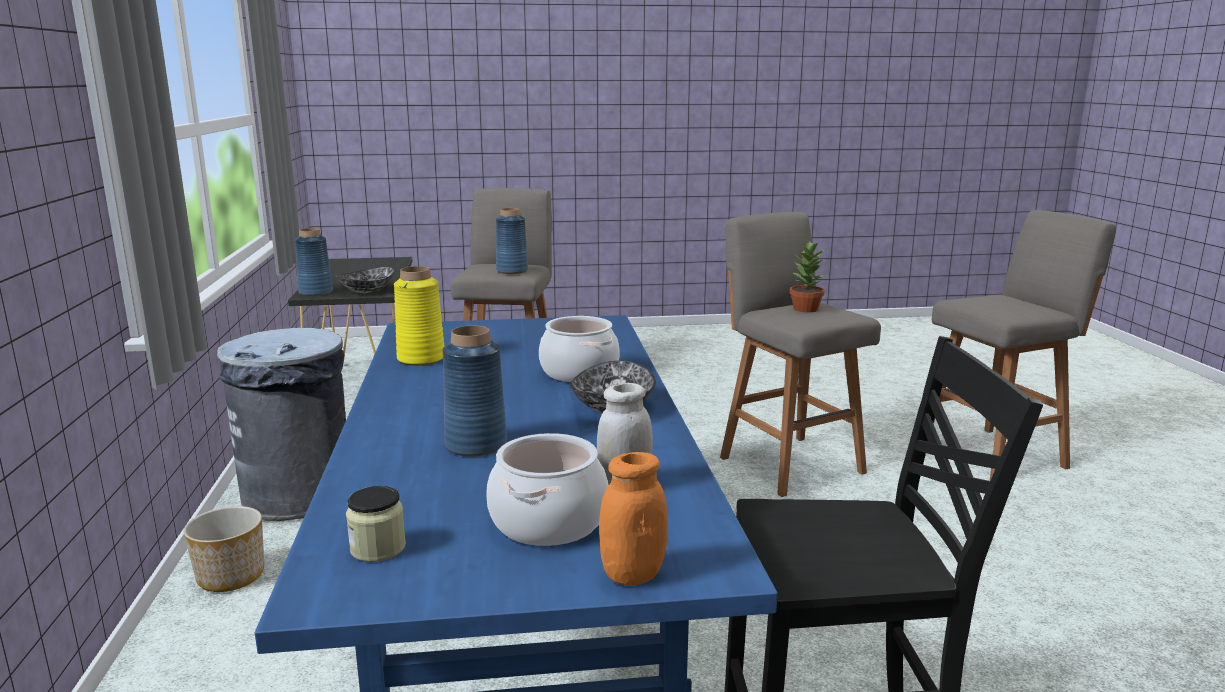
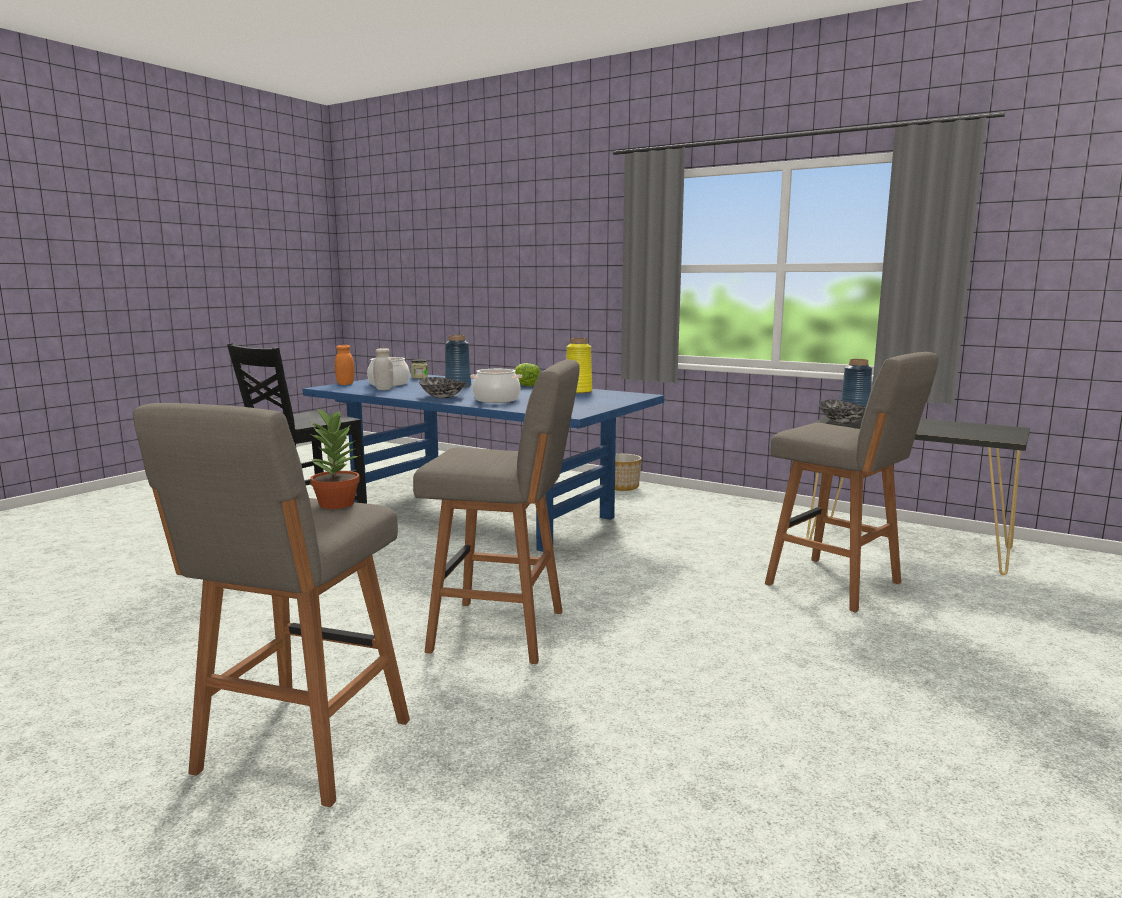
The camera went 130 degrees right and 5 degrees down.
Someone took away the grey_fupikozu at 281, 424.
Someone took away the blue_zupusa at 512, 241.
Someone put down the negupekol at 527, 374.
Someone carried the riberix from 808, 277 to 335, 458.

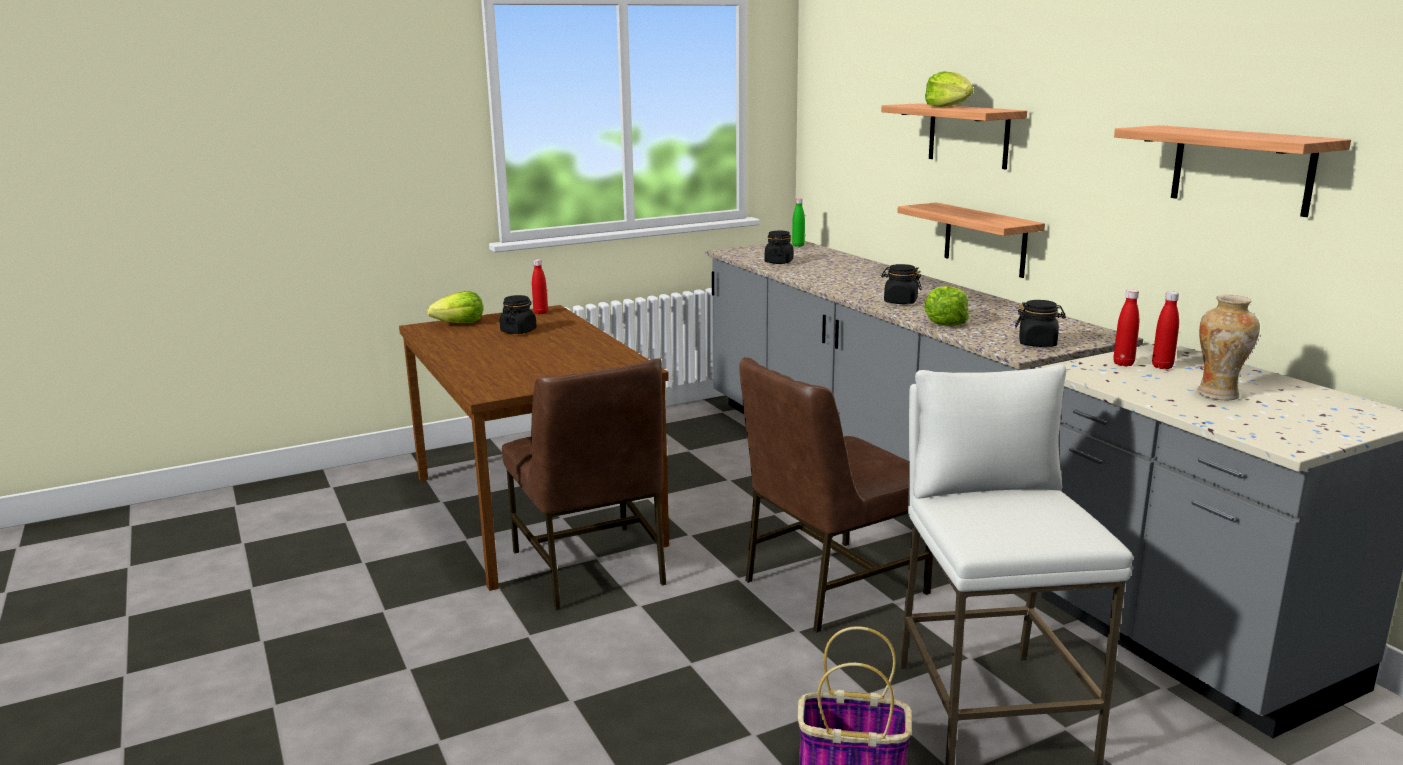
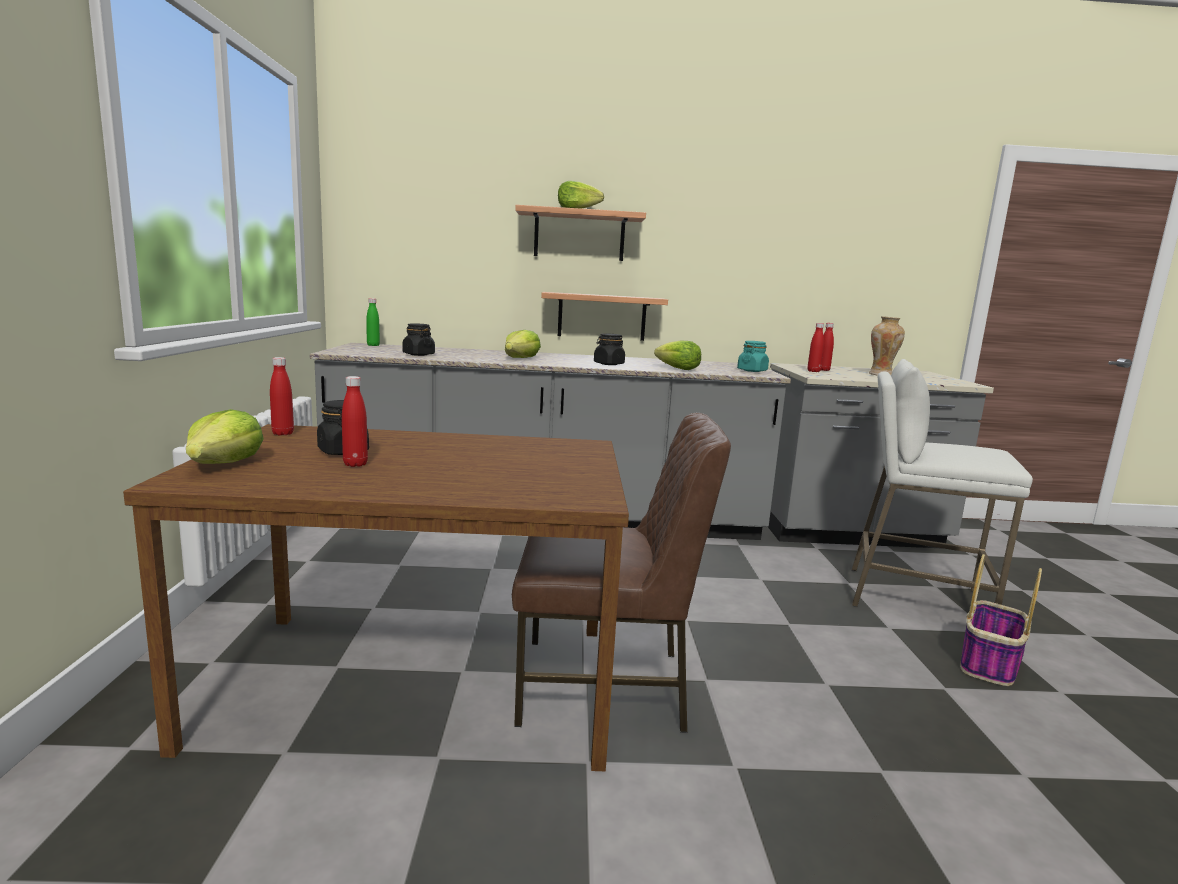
The camera went 65 degrees left and 5 degrees down.
Someone took away the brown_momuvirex at 836, 495.
Someone took away the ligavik at 1232, 171.
Someone put down the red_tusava at 355, 421.
Someone put down the negupekol at 523, 344.
Someone repainted the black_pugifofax at 1040, 323, which became the turquoise_pugifofax at 753, 356.

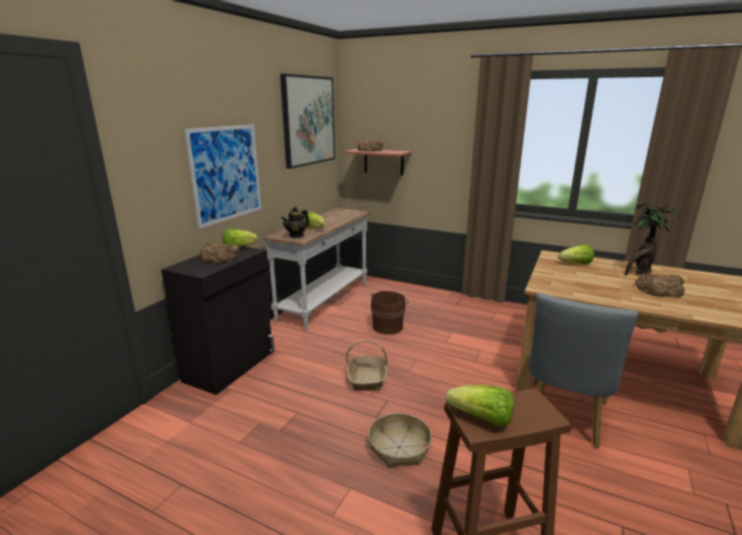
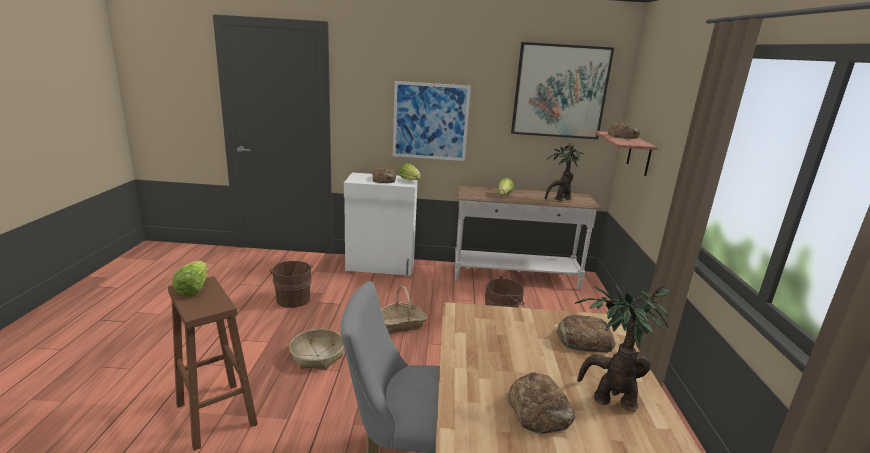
The camera went 65 degrees right and 0 degrees up.
Someone took away the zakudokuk at 295, 222.
Someone put down the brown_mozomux at 291, 284.
Someone put down the riberix at 564, 172.
Someone swapped the negupekol at 576, 254 for the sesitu at 586, 334.
Someone repainted the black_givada at 218, 320, which became the white_givada at 381, 224.

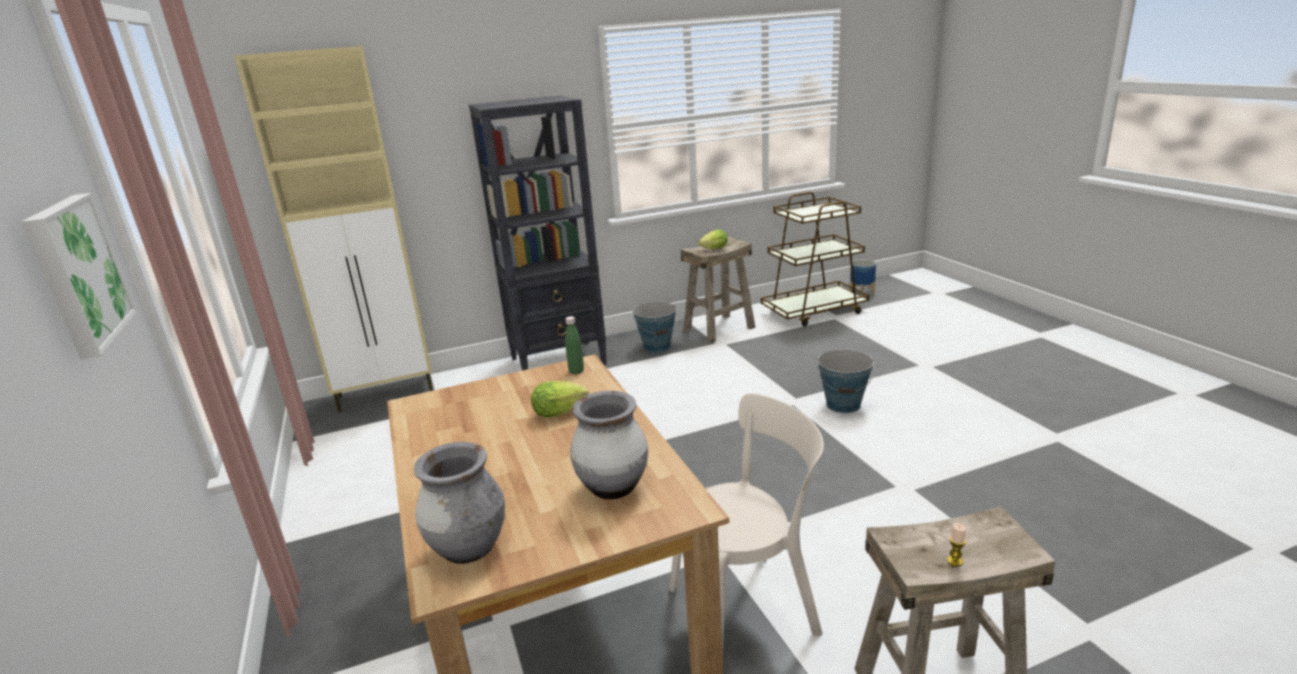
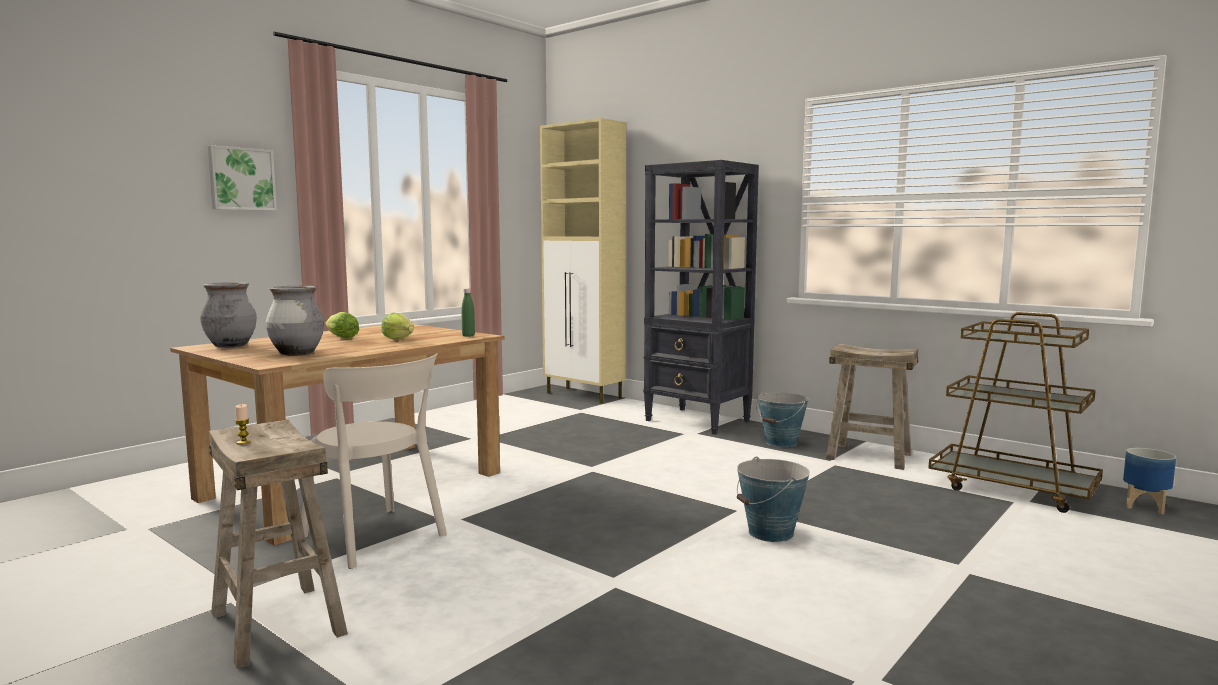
The camera went 60 degrees right and 15 degrees down.
Someone carried the negupekol from 713, 239 to 342, 325.

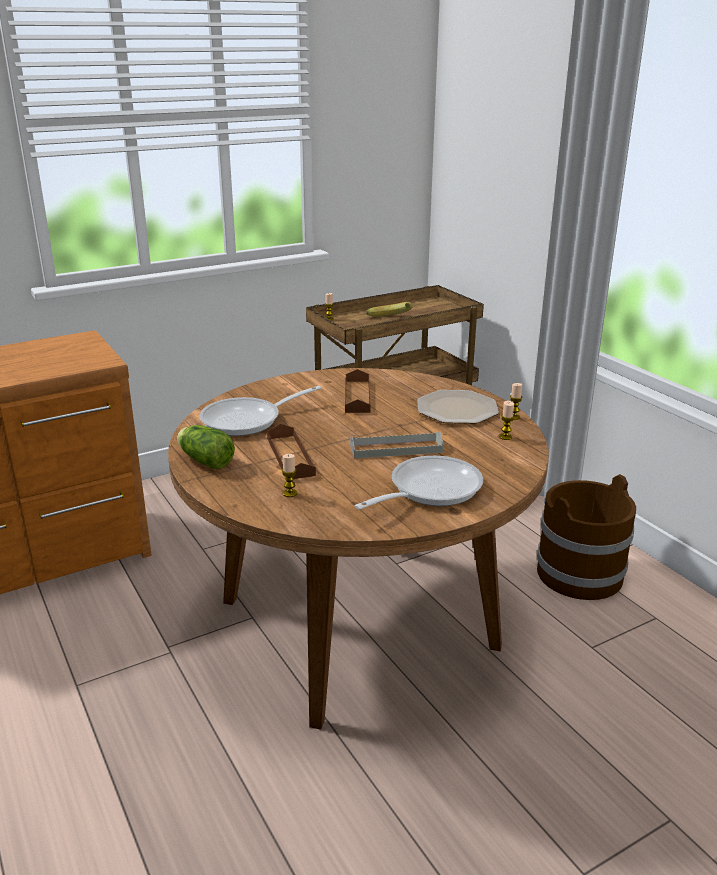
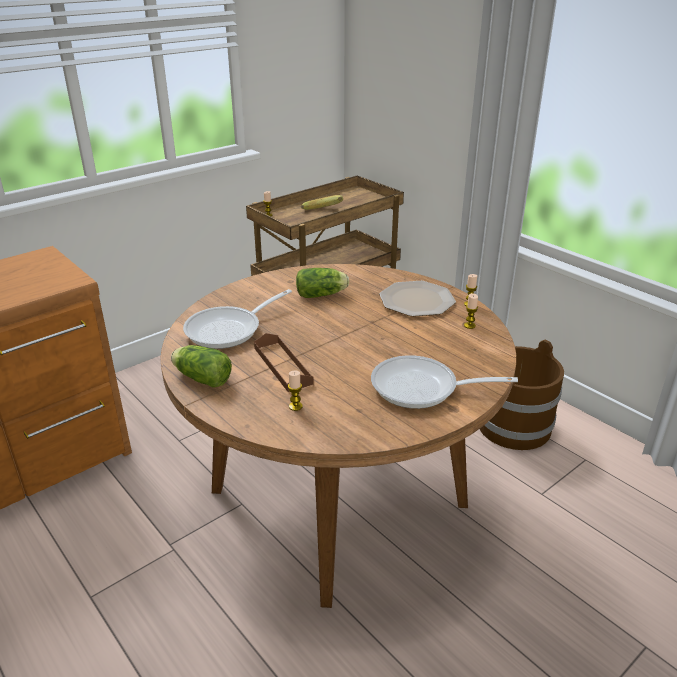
The camera went 10 degrees left and 5 degrees up.
Someone took away the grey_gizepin at 396, 445.
Someone swapped the brown_gizepin at 358, 391 for the negupekol at 322, 283.
Someone rotated the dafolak at 419, 483 by 120 degrees counterclockwise.

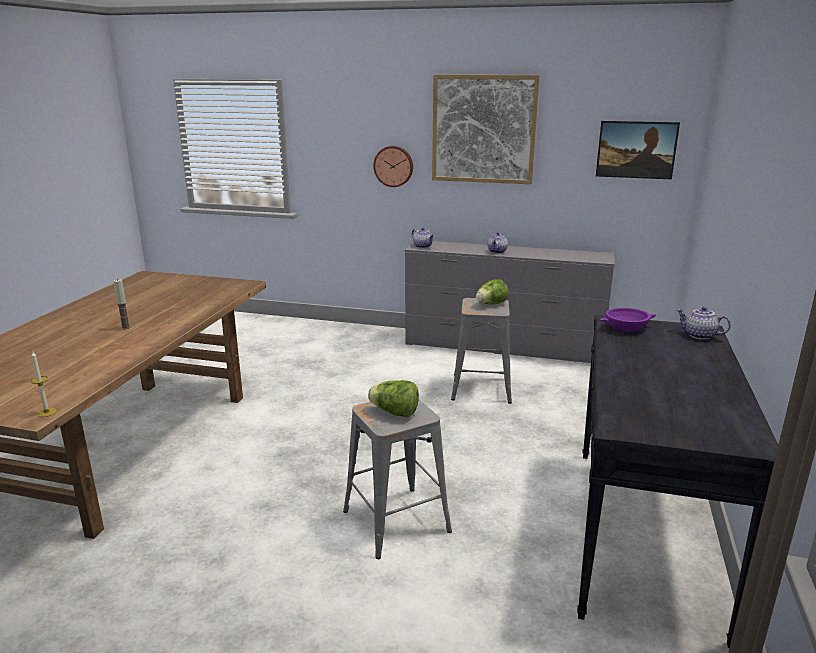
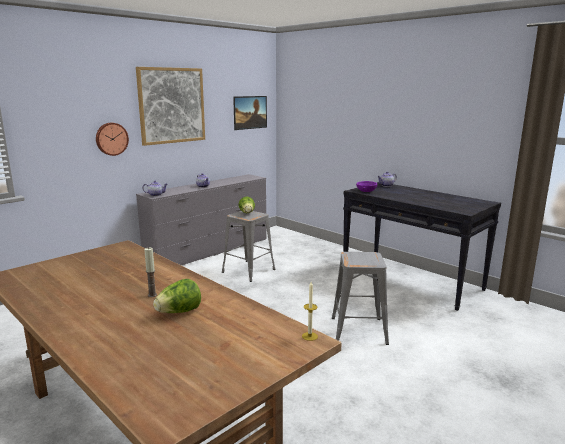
The camera went 60 degrees left and 5 degrees down.
Someone carried the negupekol from 393, 398 to 177, 296.

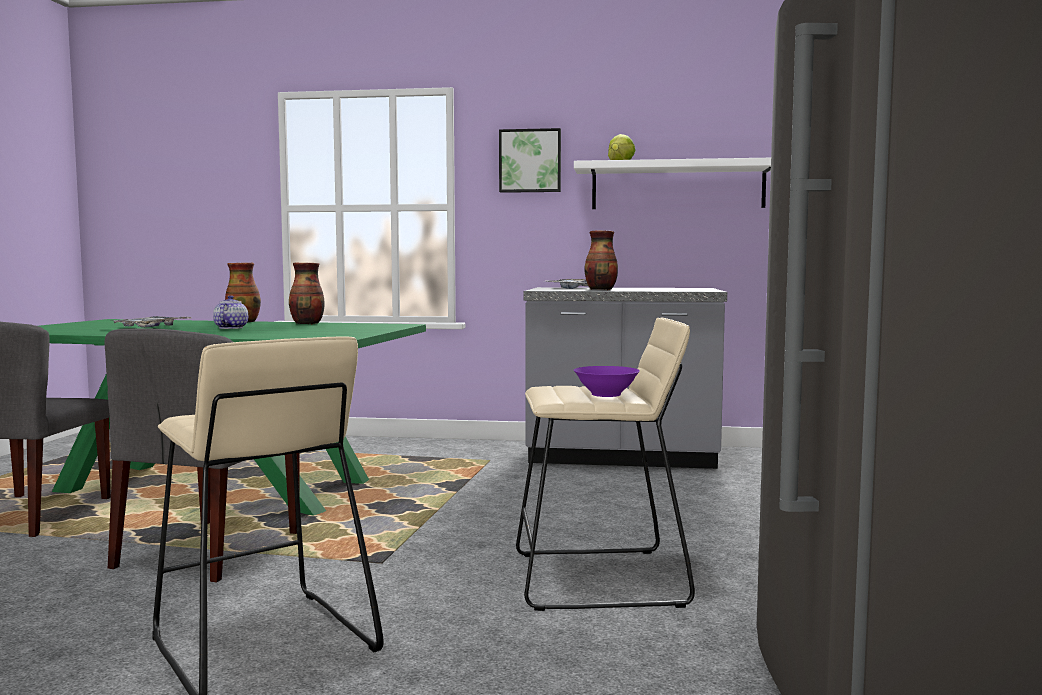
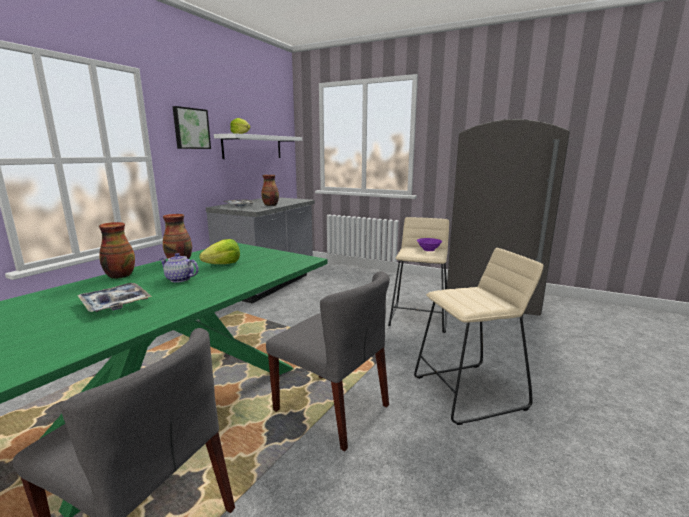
The camera went 70 degrees left and 10 degrees up.
Someone put down the negupekol at 219, 251.

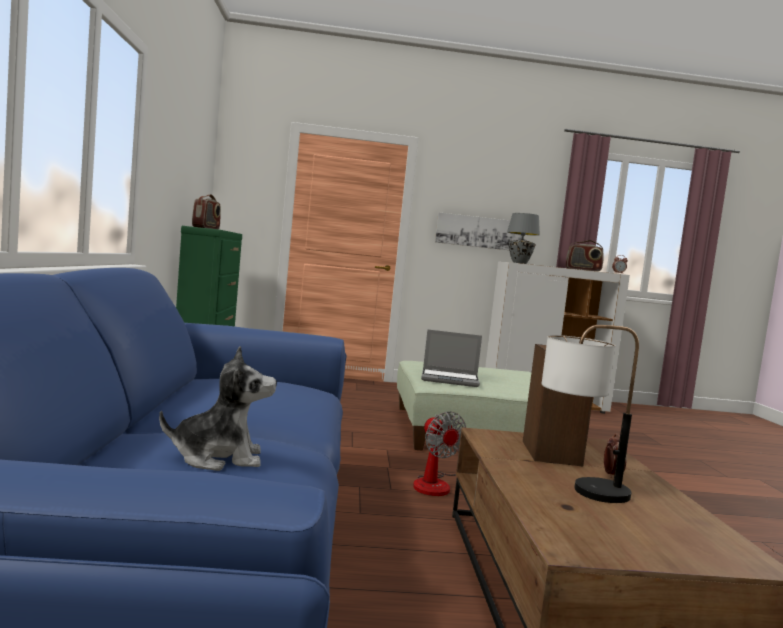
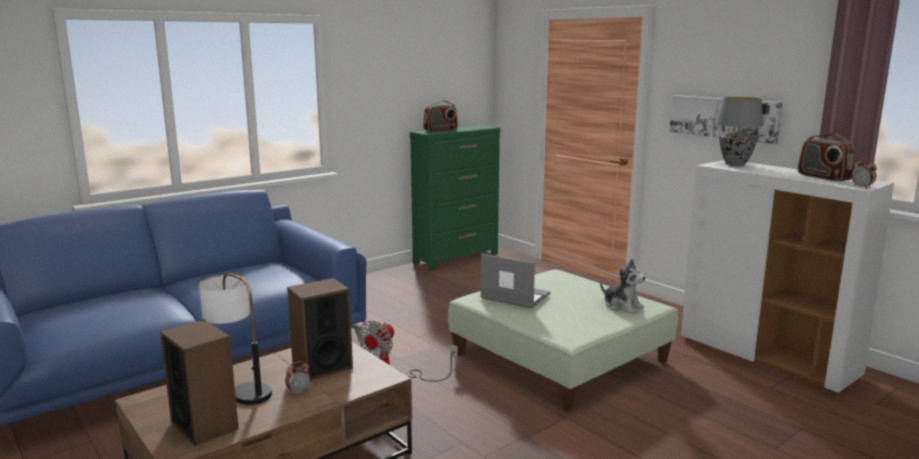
The camera went 55 degrees right and 10 degrees up.
Someone put down the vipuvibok at 199, 382.
Someone carried the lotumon from 218, 408 to 622, 286.
Someone rotated the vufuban at 451, 358 by 150 degrees clockwise.

